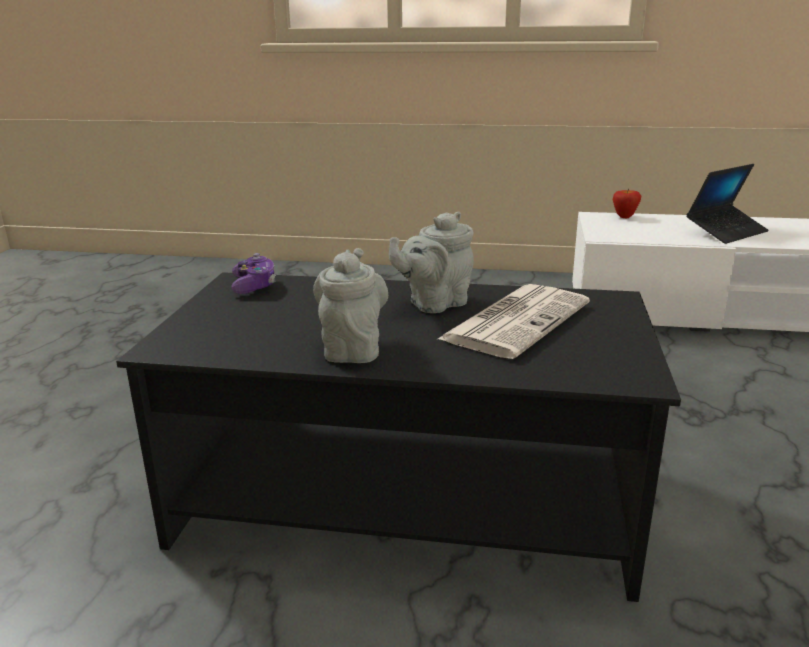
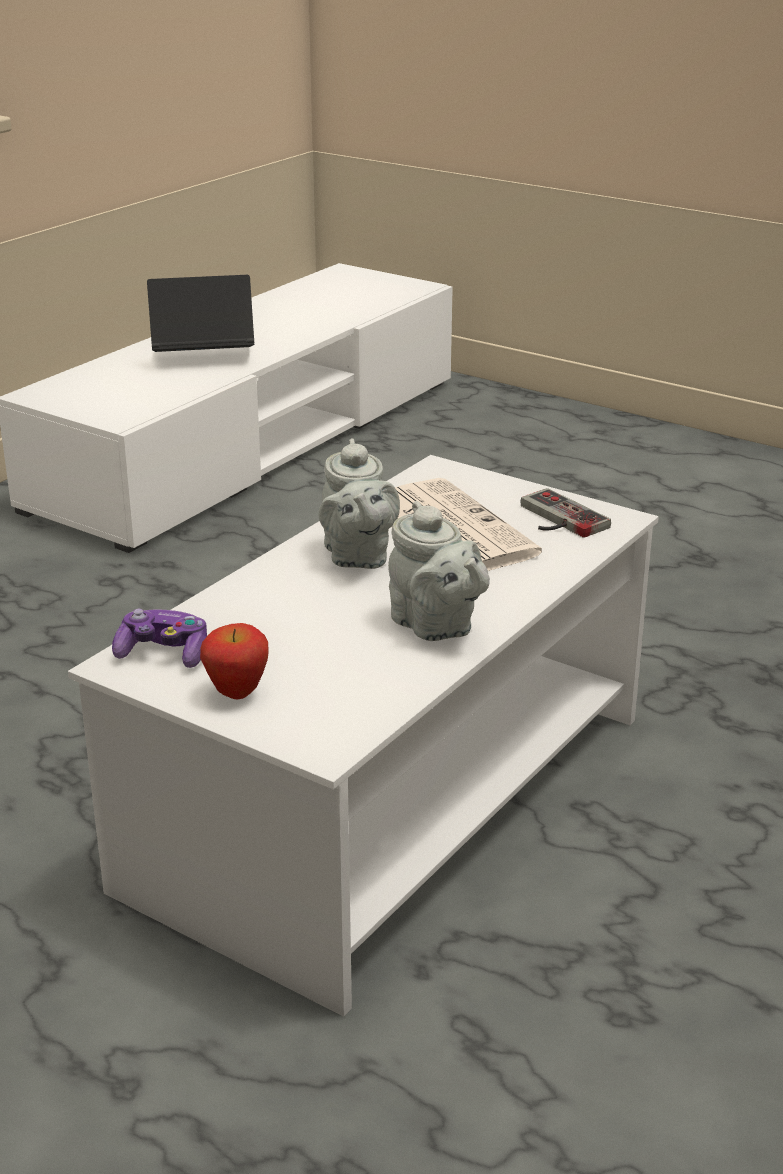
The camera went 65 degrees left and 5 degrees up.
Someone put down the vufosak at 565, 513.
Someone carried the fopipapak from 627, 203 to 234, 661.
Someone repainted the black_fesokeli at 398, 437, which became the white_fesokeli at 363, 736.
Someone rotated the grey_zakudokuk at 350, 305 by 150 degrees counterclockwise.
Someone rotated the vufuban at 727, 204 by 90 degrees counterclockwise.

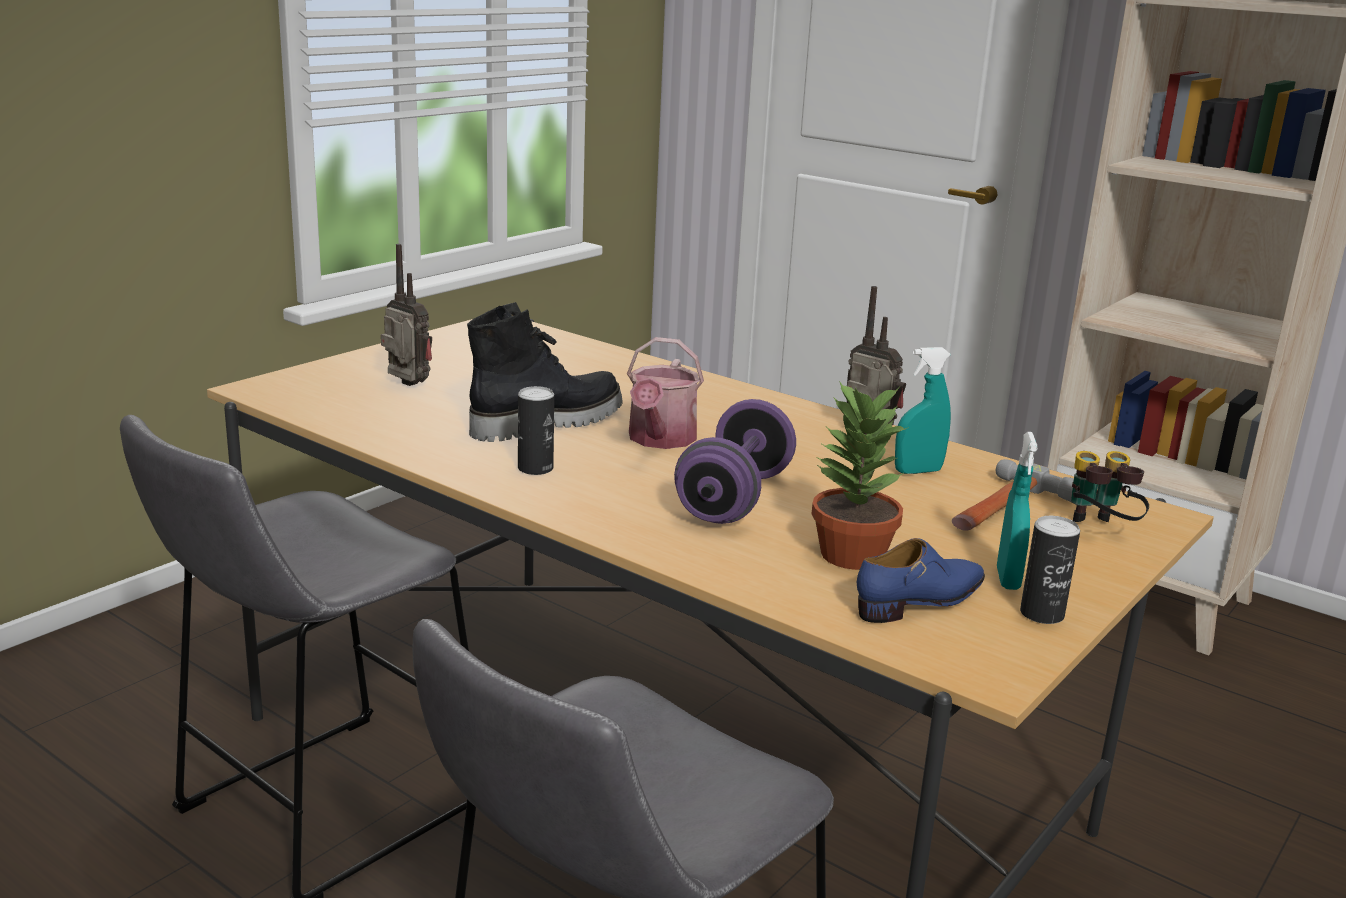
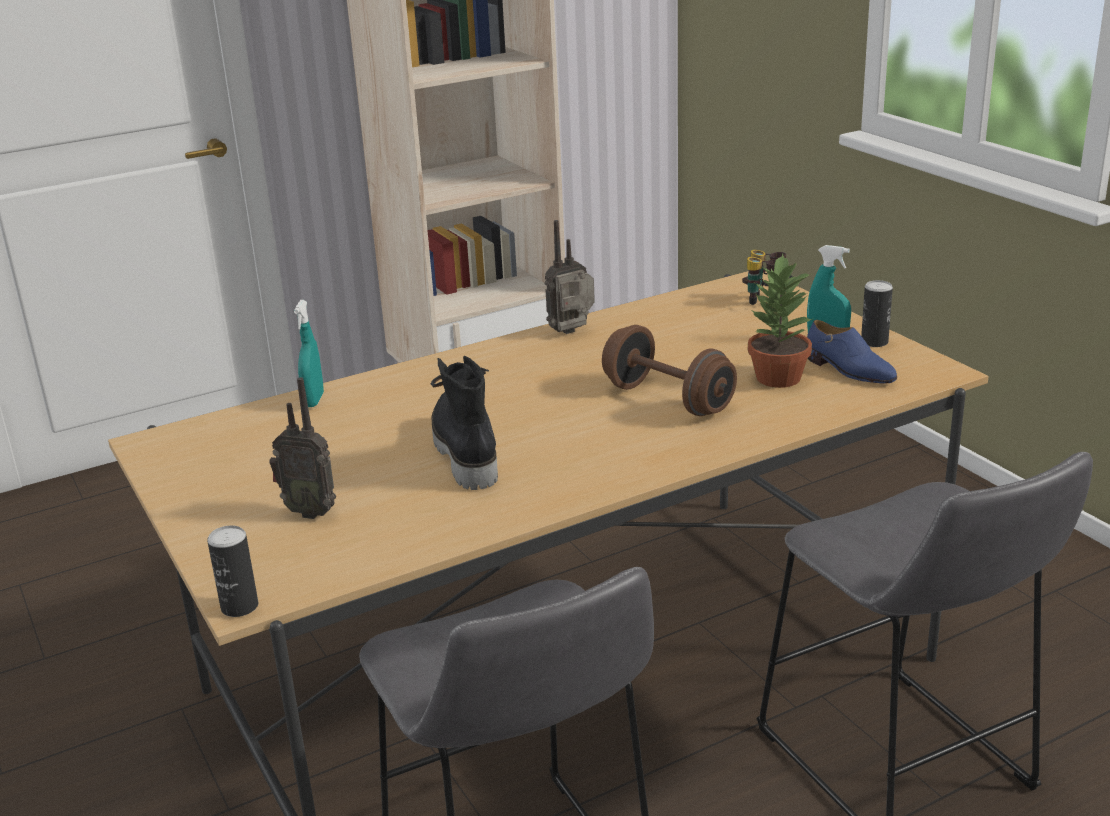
The camera went 65 degrees left and 5 degrees up.
Someone took away the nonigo at 665, 393.
Someone took away the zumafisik at 1013, 495.
Someone carried the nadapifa from 536, 430 to 232, 571.
Someone carried the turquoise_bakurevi from 923, 410 to 309, 353.
Someone repainted the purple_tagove at 735, 461, which became the brown_tagove at 669, 370.
Someone rotated the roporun at 406, 315 by 135 degrees counterclockwise.
Someone rotated the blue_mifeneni at 921, 580 by 150 degrees clockwise.

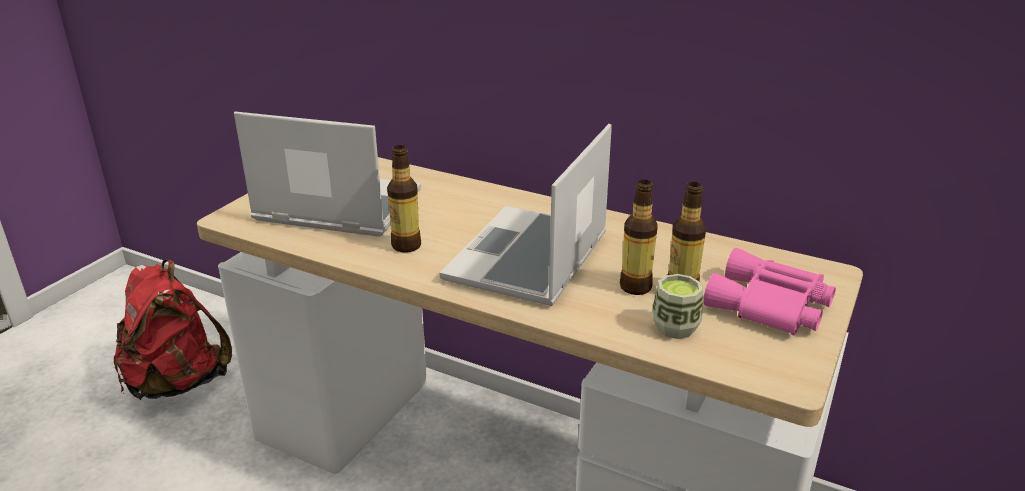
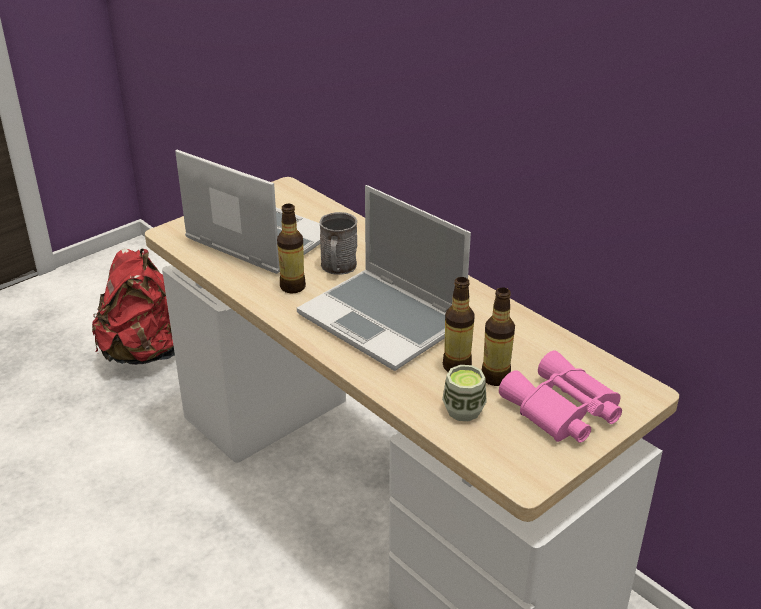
The camera went 20 degrees right and 5 degrees up.
Someone put down the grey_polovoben at 338, 243.
Someone rotated the vufuban at 526, 215 by 90 degrees counterclockwise.

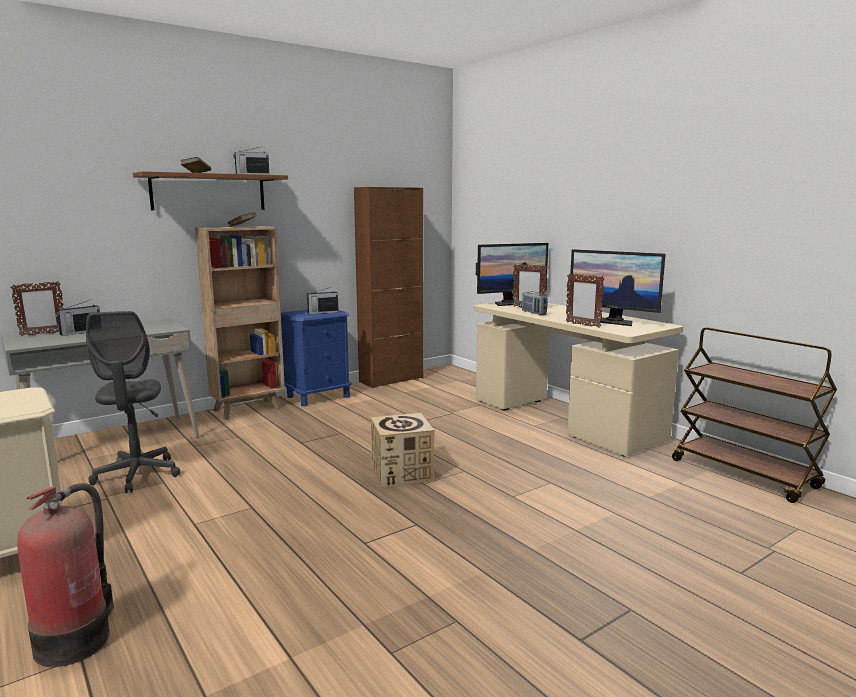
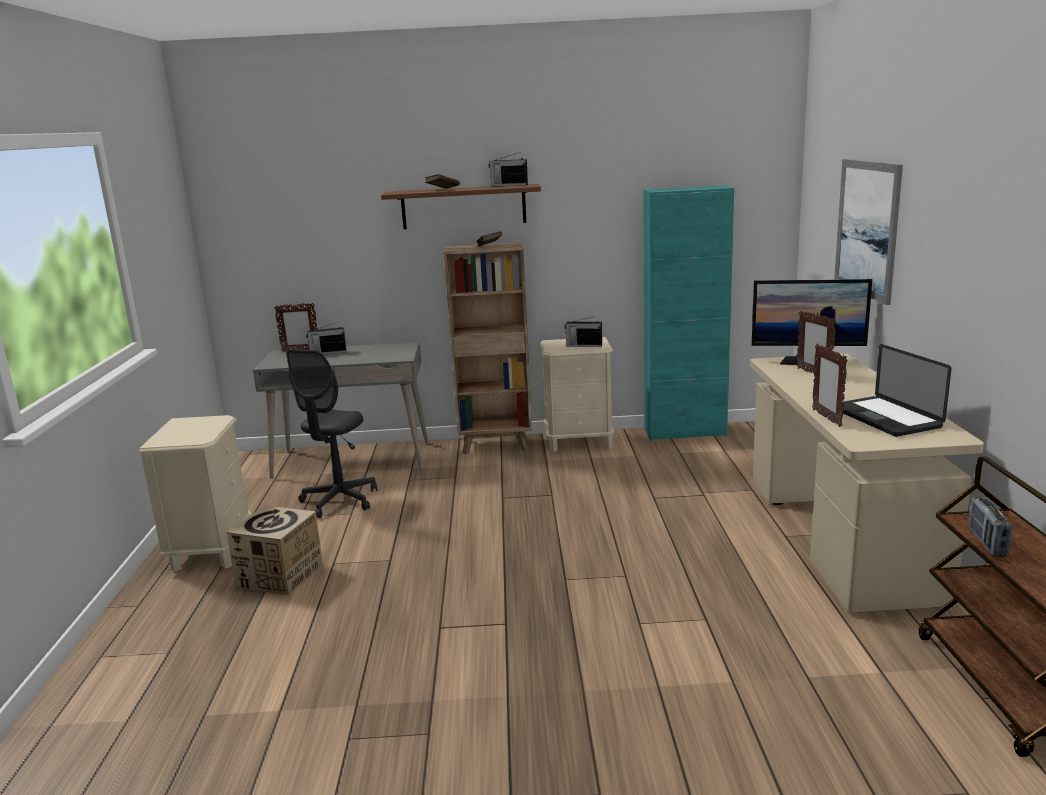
The camera went 35 degrees right and 5 degrees up.
Someone took away the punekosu at 65, 575.
Someone put up the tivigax at 868, 232.
Someone carried the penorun from 403, 450 to 275, 550.
Someone carried the roporun from 535, 303 to 990, 526.
Someone swapped the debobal at 617, 287 for the vufuban at 897, 390.
Someone repainted the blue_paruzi at 316, 358, which became the beige_paruzi at 577, 394.
Someone repainted the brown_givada at 389, 287, which became the turquoise_givada at 689, 313.

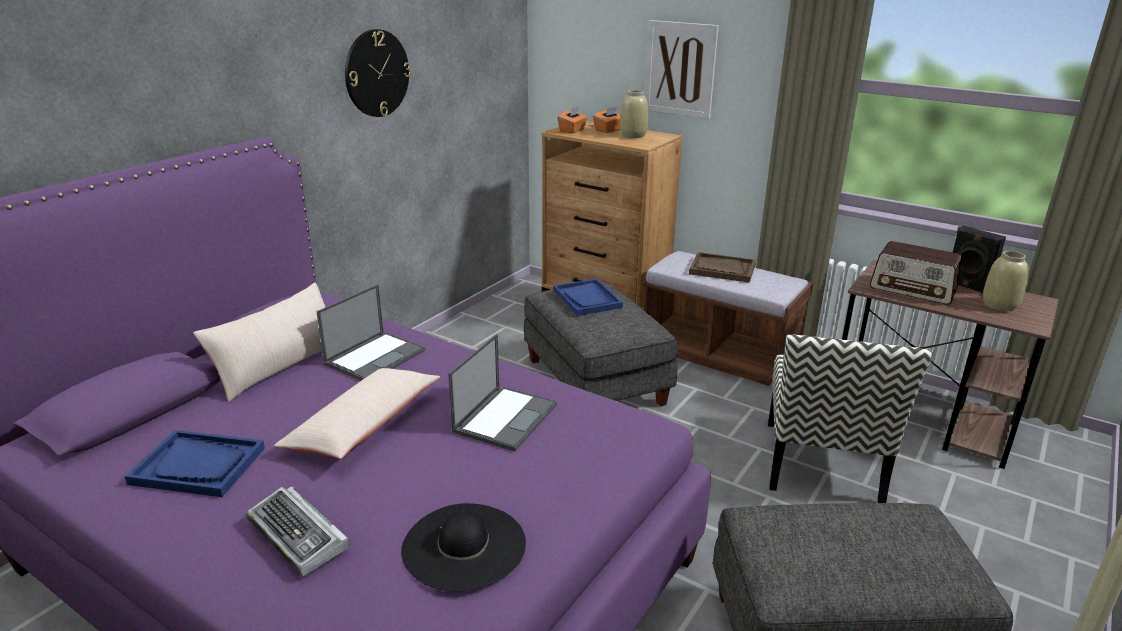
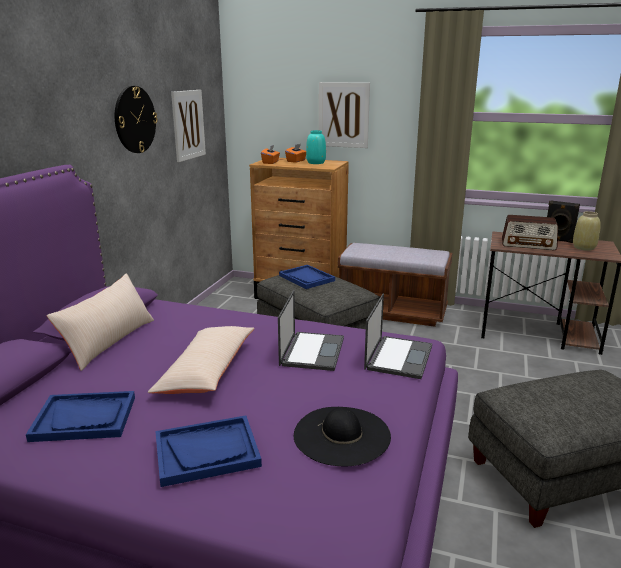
The camera went 15 degrees left and 5 degrees down.
Someone took away the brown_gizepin at 722, 267.
Someone took away the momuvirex at 850, 418.
Someone put up the tivigax at 188, 126.
Someone carried the vufuban from 371, 332 to 398, 336.
Someone swapped the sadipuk at 298, 531 for the blue_gizepin at 208, 451.
Someone repainted the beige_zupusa at 634, 114, which became the turquoise_zupusa at 316, 147.

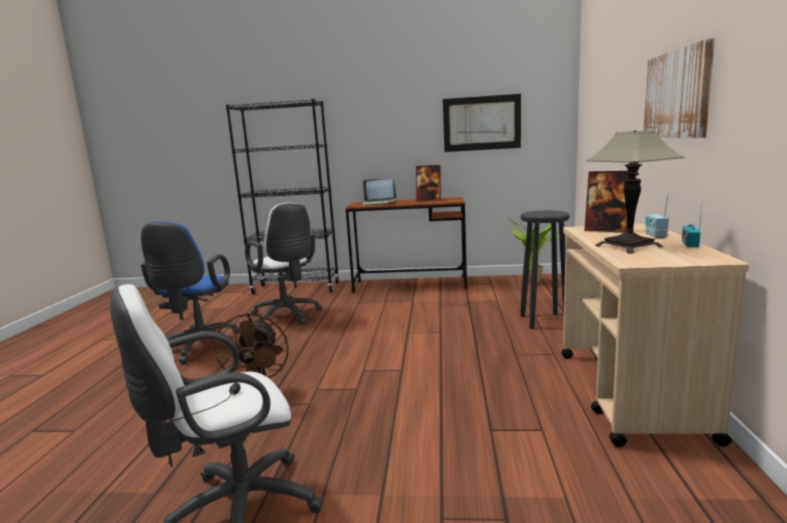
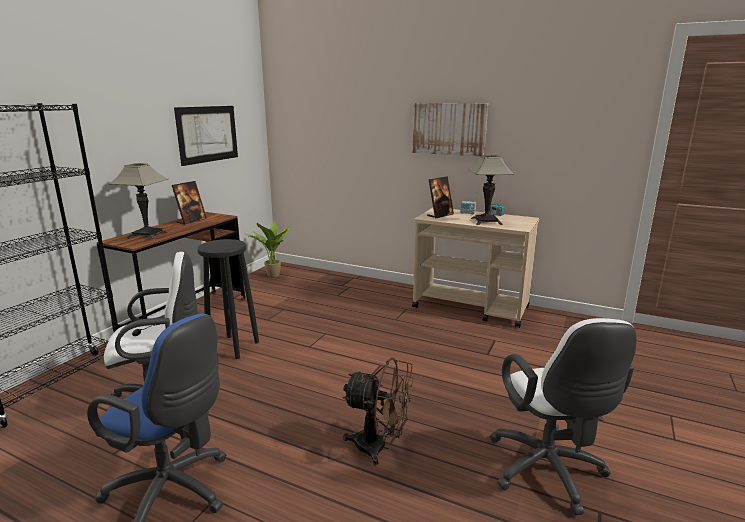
The camera went 70 degrees left and 5 degrees up.
Someone carried the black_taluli from 544, 269 to 228, 299.
Someone swapped the vufuban at 379, 192 for the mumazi at 139, 201.

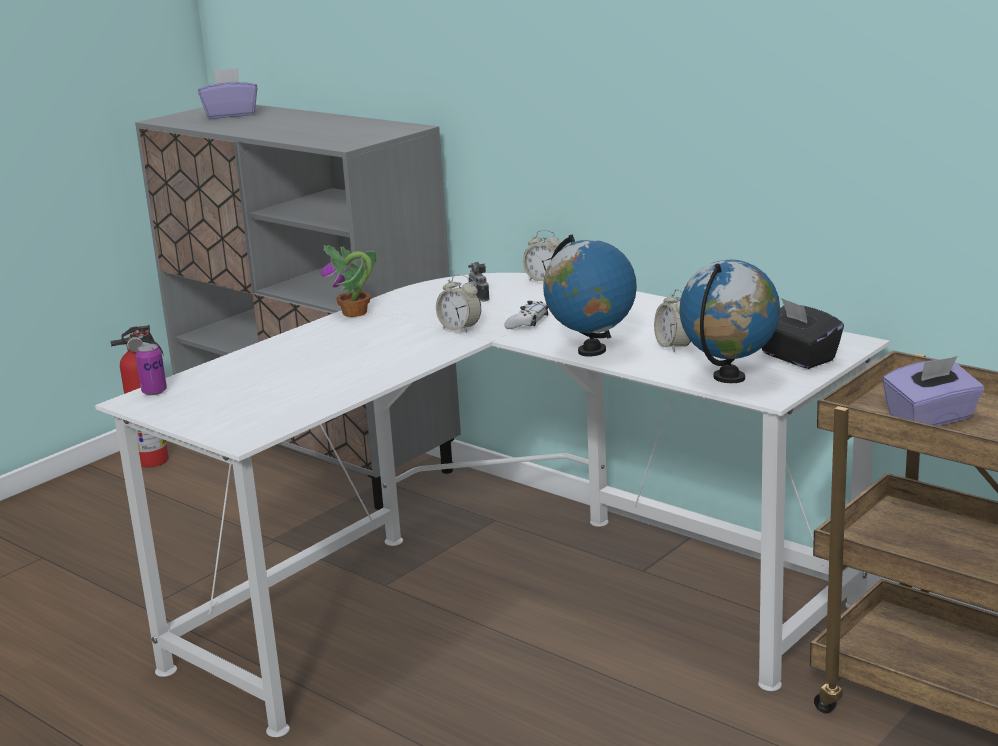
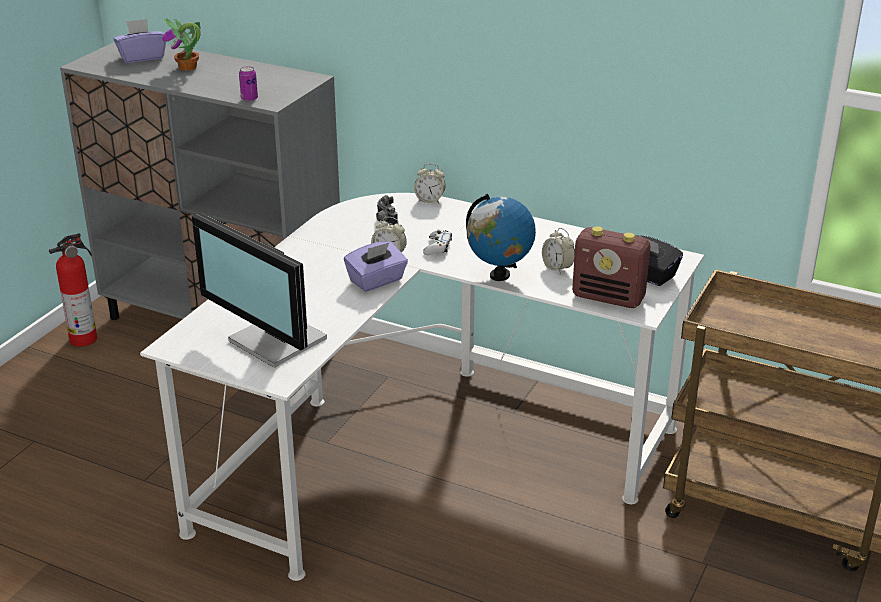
The camera went 15 degrees left and 10 degrees up.
Someone put down the debobal at 259, 290.
Someone carried the nadapifa from 151, 369 to 248, 84.
Someone carried the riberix from 348, 281 to 181, 44.
Someone carried the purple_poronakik from 933, 391 to 376, 266.
Someone swapped the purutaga at 730, 321 for the roporun at 611, 267.

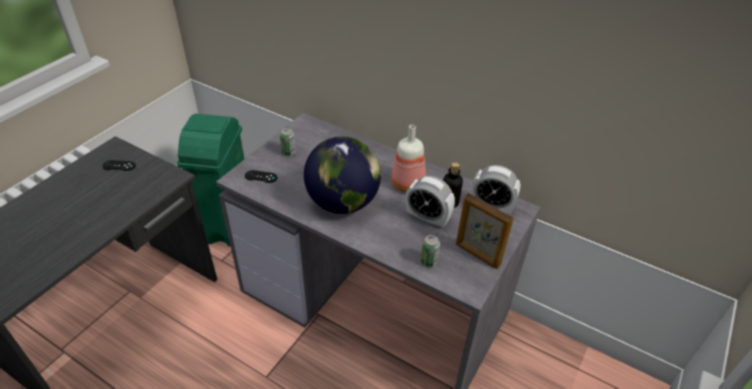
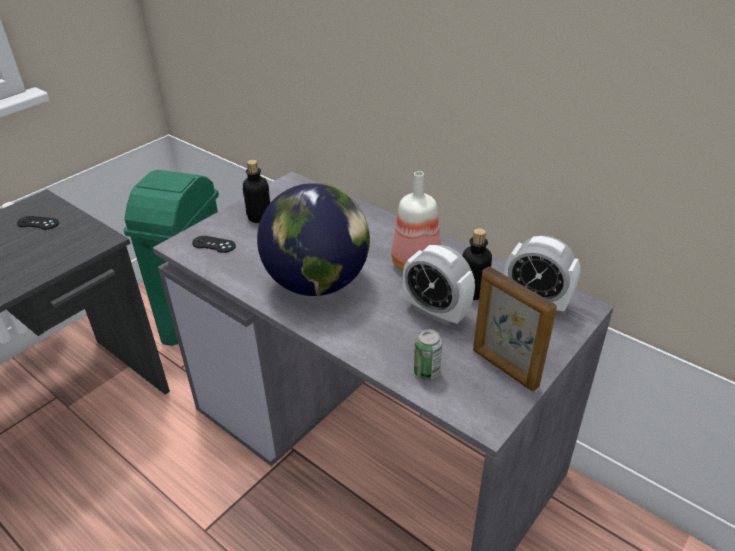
The camera went 10 degrees right and 5 degrees down.
Someone swapped the nadapifa at 288, 142 for the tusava at 257, 191.

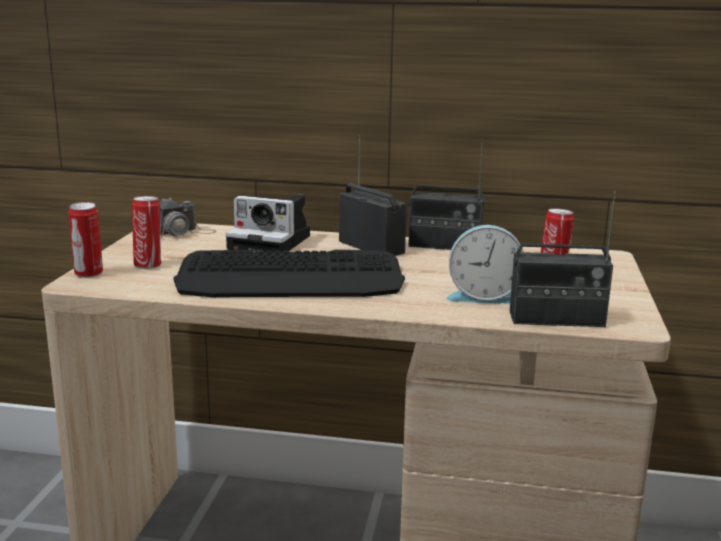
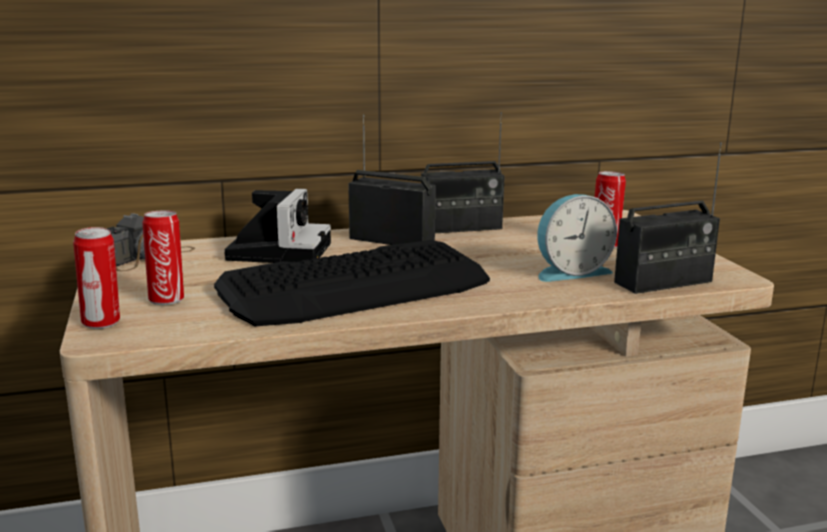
The camera went 25 degrees left and 0 degrees up.
Someone rotated the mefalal at 268, 223 by 75 degrees counterclockwise.

